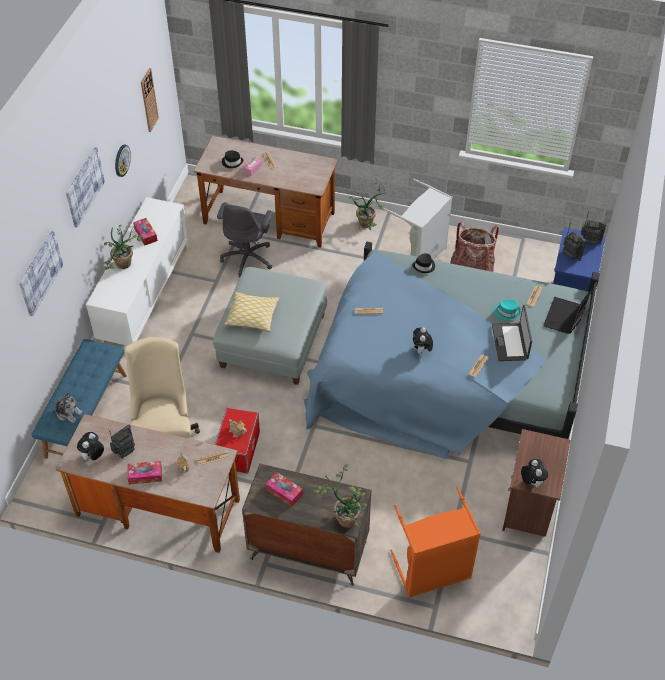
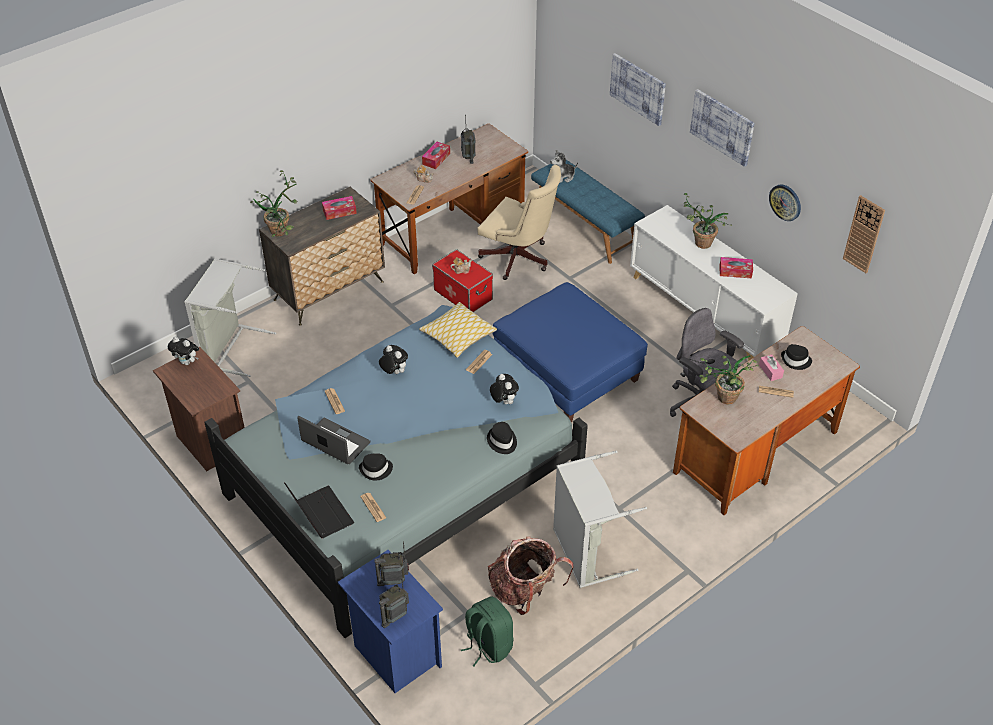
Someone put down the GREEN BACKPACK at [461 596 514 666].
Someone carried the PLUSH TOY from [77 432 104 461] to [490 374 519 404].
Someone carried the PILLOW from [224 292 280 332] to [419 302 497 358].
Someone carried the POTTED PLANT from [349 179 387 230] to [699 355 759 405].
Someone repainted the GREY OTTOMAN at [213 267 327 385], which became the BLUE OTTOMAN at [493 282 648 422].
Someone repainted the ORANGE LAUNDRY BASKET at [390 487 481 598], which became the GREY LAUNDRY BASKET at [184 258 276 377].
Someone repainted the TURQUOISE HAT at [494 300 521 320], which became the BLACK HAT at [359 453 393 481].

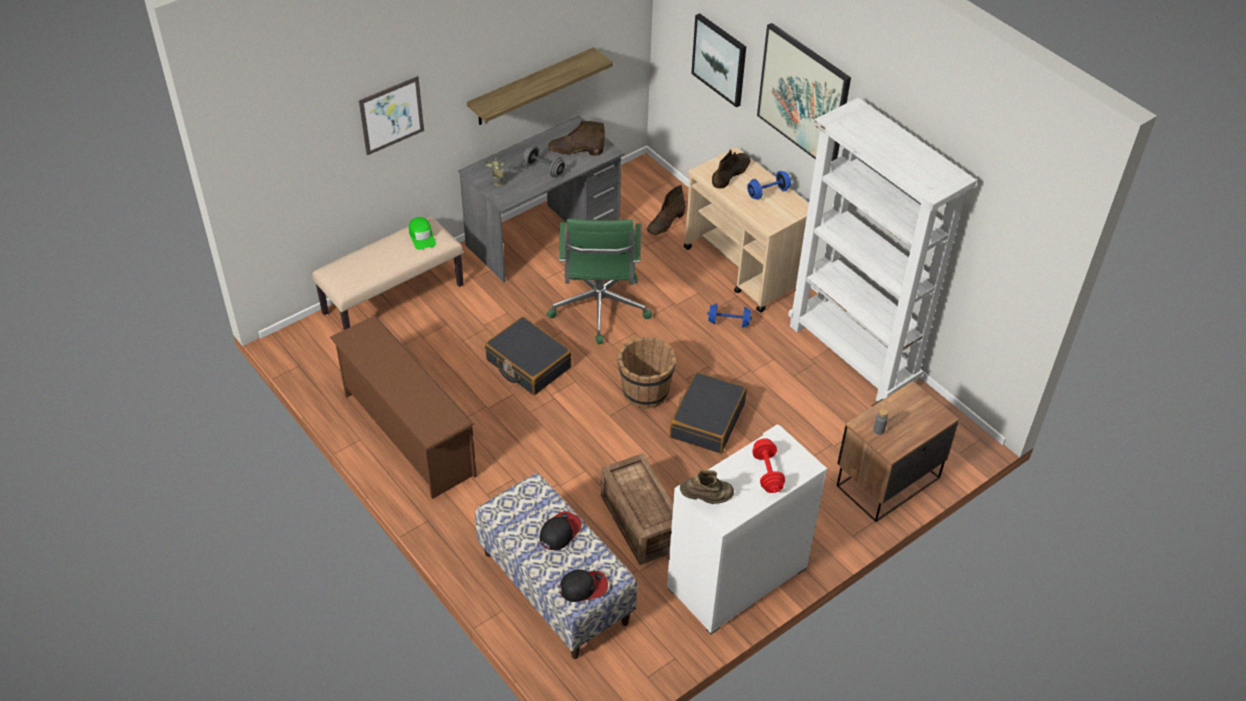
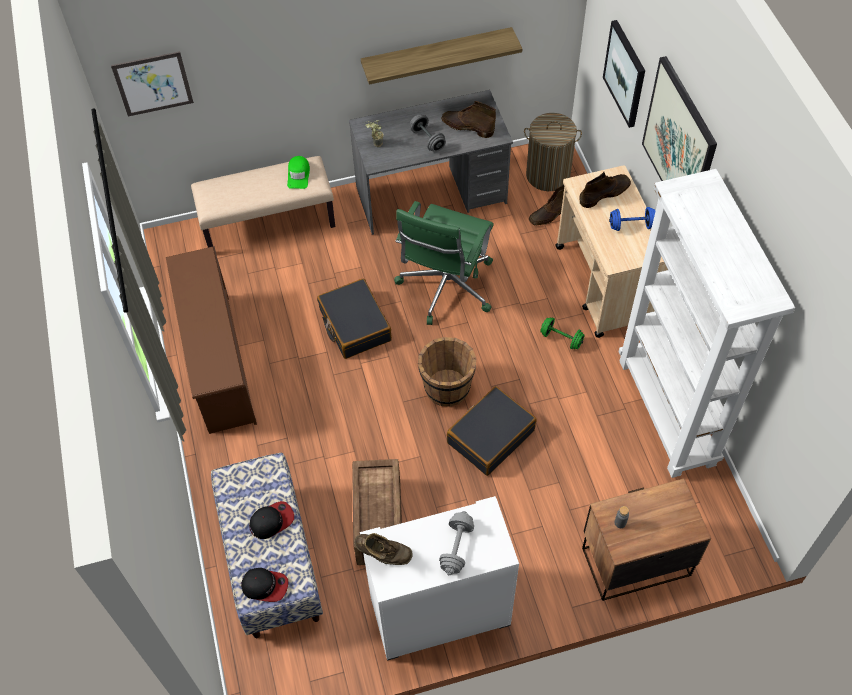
Someone put down the LAUNDRY BASKET at [524 113 582 191].
Someone carried the PICTURE from [359 76 424 155] to [111 51 194 117].
Someone repainted the BLUE DUMBBELL at [707 304 752 328], which became the GREEN DUMBBELL at [540 317 584 349].
Someone repainted the RED DUMBBELL at [752 438 785 493], which became the GREY DUMBBELL at [439 511 474 575].

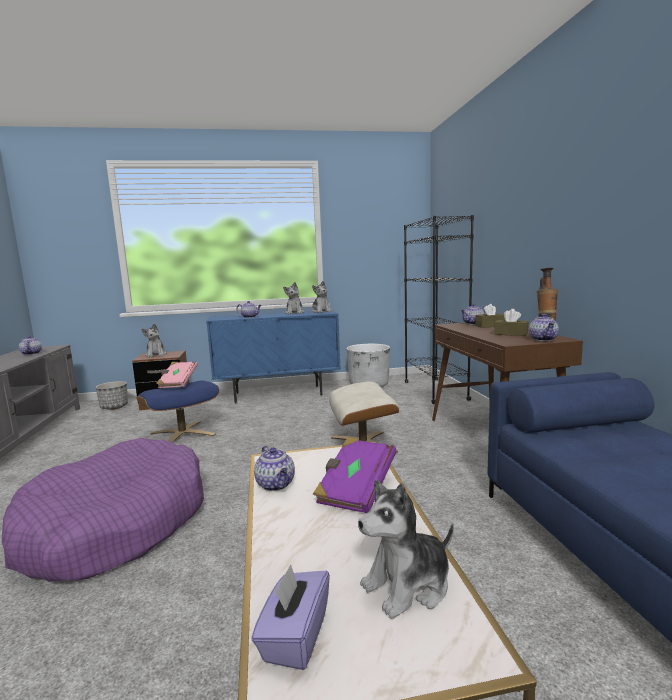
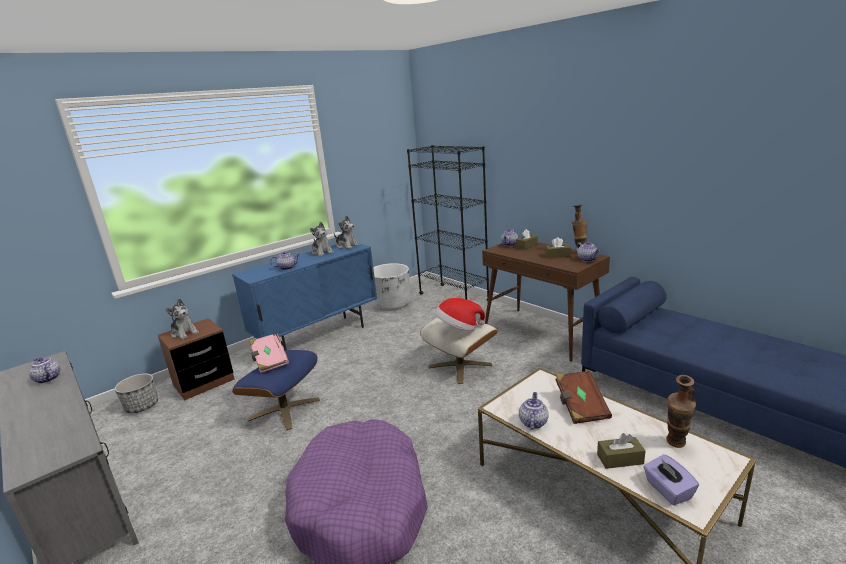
Someone put down the HAT at [435 298 485 331].
Someone put down the BROWN TISSUE BOX at [597 433 645 469].
Someone swapped the PLUSH TOY at [358 480 454 619] for the VASE at [666 375 696 448].
Someone repainted the PURPLE BOOK at [313 437 396 513], which became the BROWN BOOK at [555 371 612 424].
Someone rotated the TEAPOT at [254 446 295 491] by 105 degrees counterclockwise.

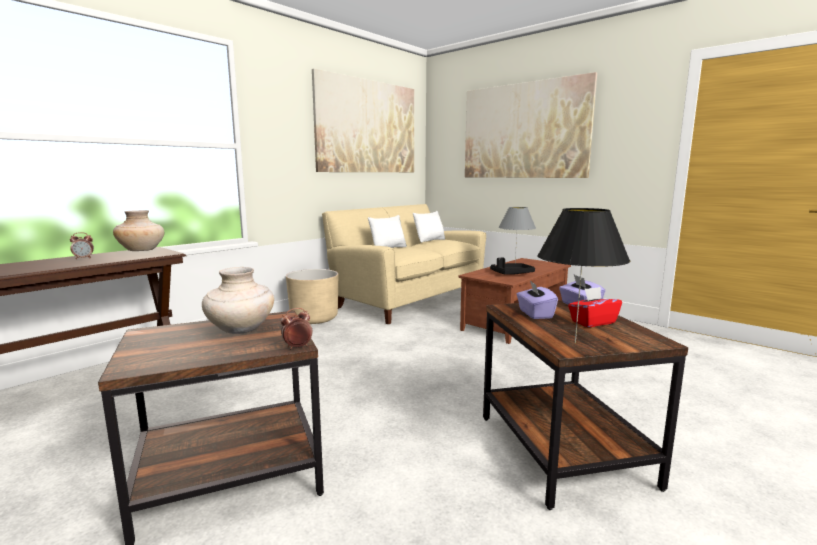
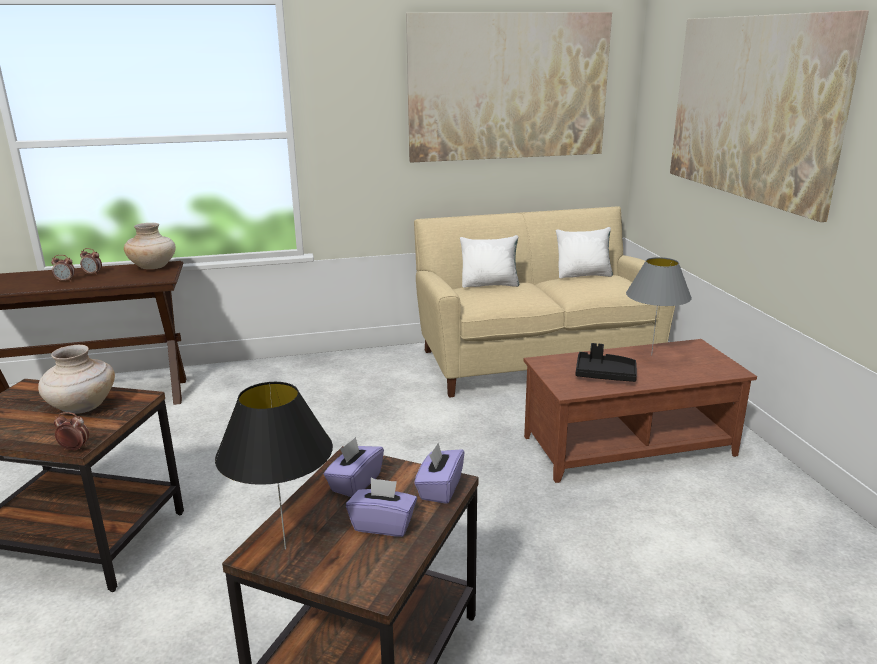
Someone took away the BEIGE PLANTER at [286 269 338 324].
Someone put down the ALARM CLOCK at [51 255 75 282].
Someone repainted the RED TISSUE BOX at [568 287 622 327], which became the PURPLE TISSUE BOX at [346 478 417 537].

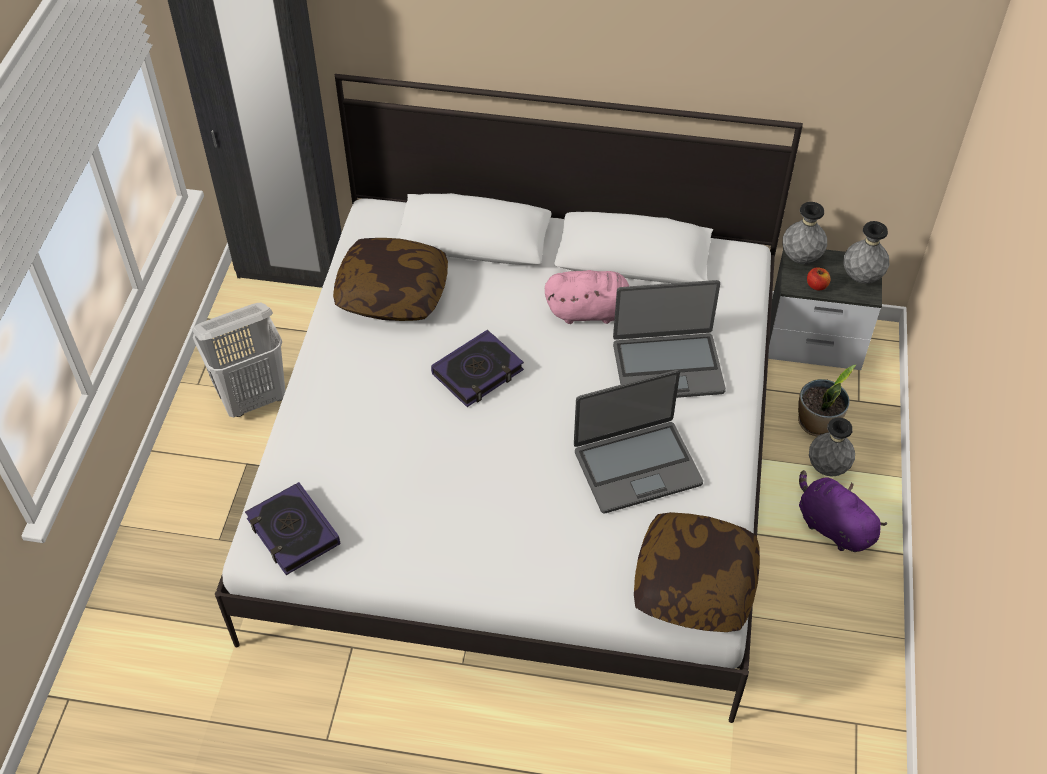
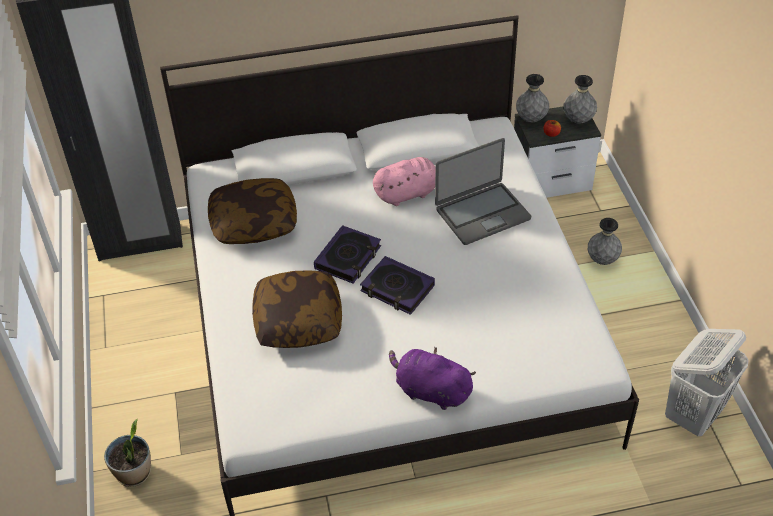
Someone took away the LAPTOP at [574 370 703 514].
Someone carried the WHITE LAUNDRY BASKET from [192 303 285 417] to [665 329 748 436].
Someone carried the BOOK from [245 482 341 575] to [360 256 435 315].
Someone carried the PILLOW from [634 512 760 632] to [252 270 342 348].
Someone carried the POTTED PLANT from [798 365 856 437] to [104 419 151 487].
Someone carried the PURPLE PLUSH TOY from [799 470 887 552] to [389 346 476 410].

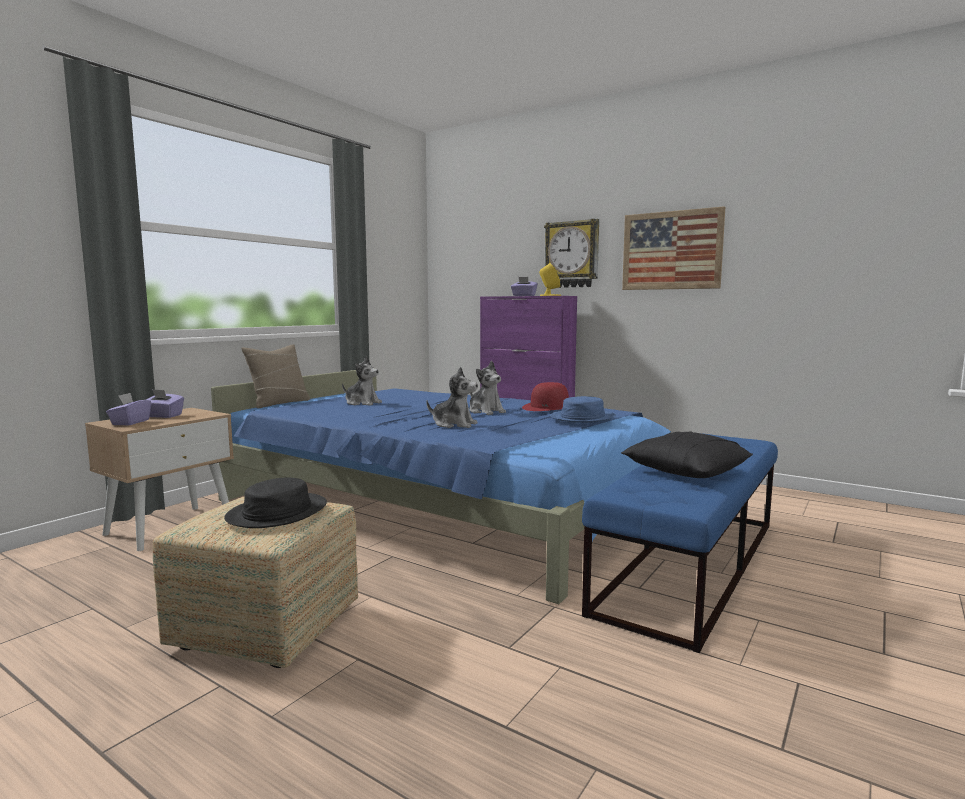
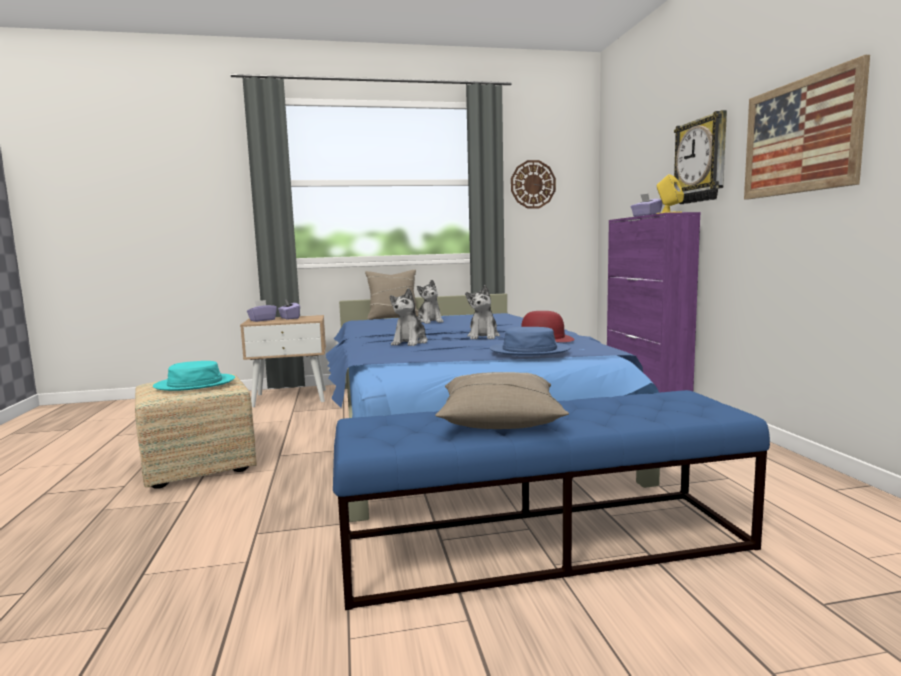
Someone put up the WALL CLOCK at [511 160 556 209].
Someone repainted the BLACK HAT at [224 478 327 528], which became the TURQUOISE HAT at [153 361 235 391].
Someone repainted the BLACK PILLOW at [621 432 753 478], which became the BEIGE PILLOW at [435 372 569 429].
Someone rotated the PLUSH TOY at [426 367 478 428] by 45 degrees clockwise.

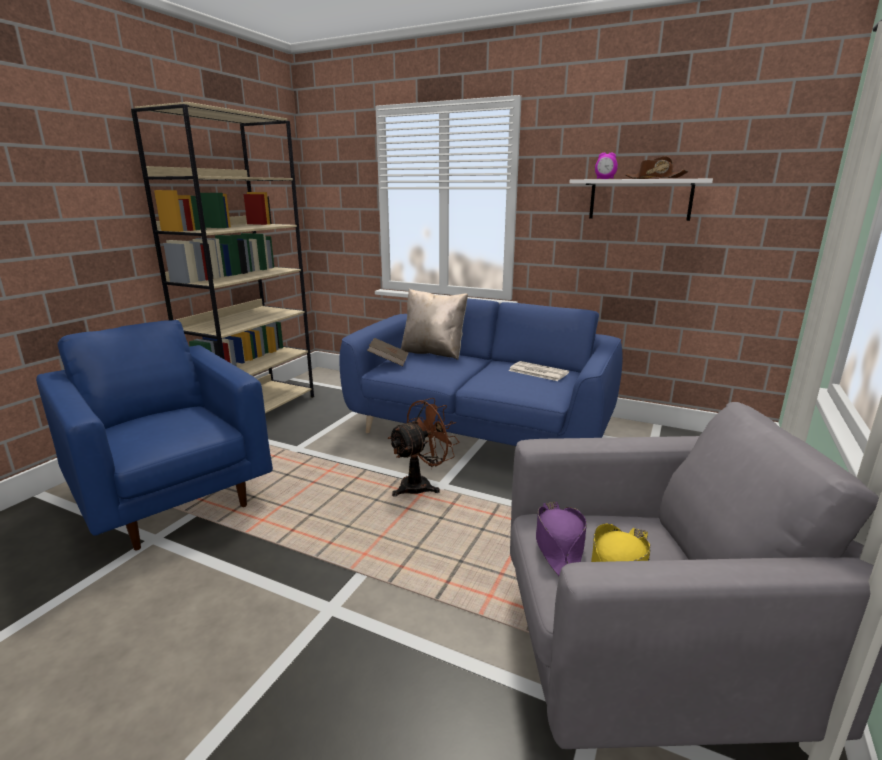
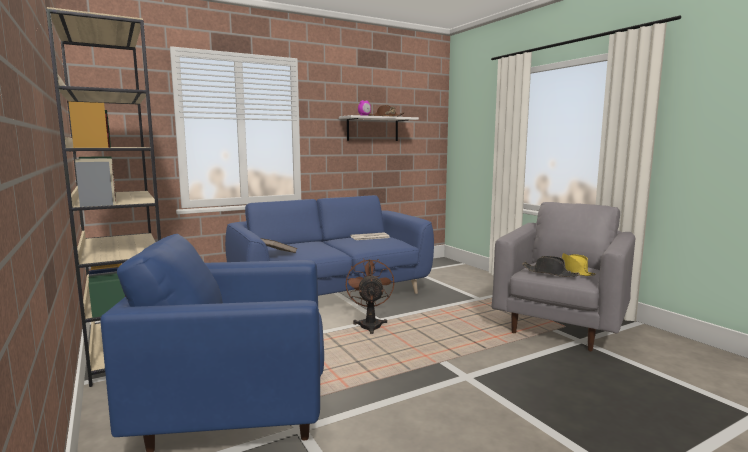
Someone took away the BEIGE PILLOW at [401 289 468 360].
Someone repainted the PURPLE HAT at [536 502 587 576], which became the BLACK HAT at [522 256 580 277].

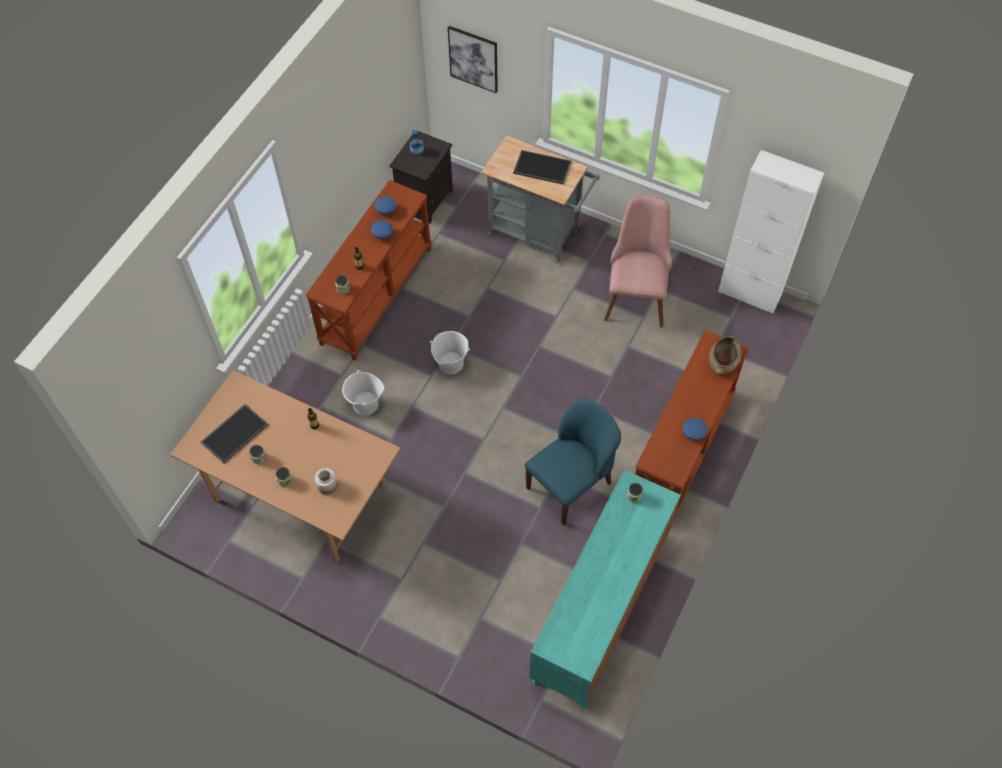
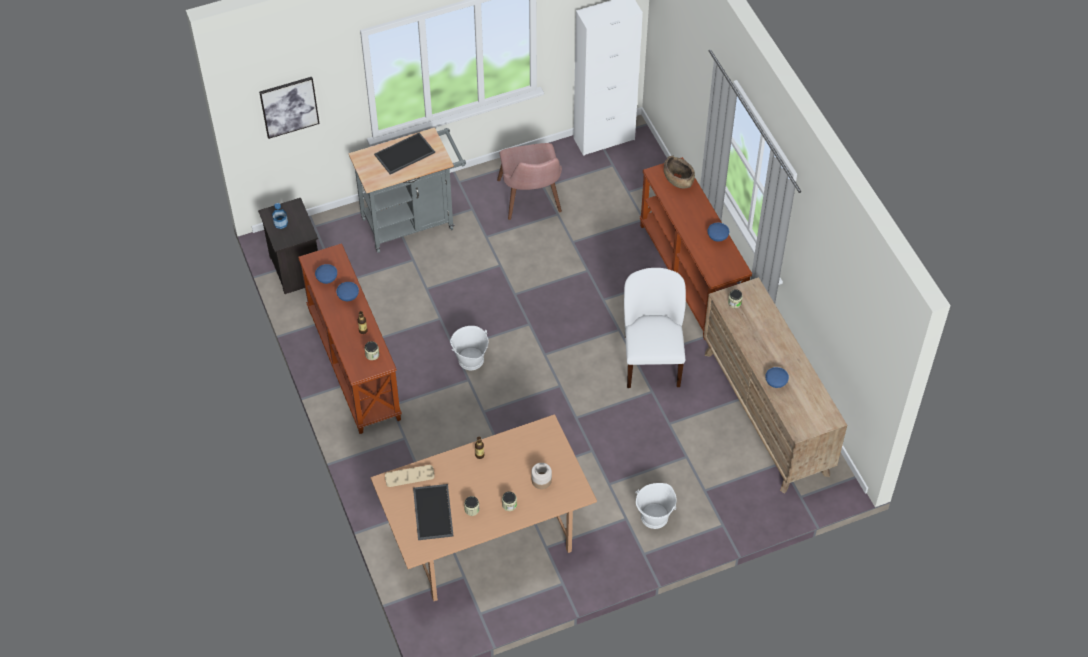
Someone put down the BEIGE TRAY at [385 465 435 487].
Someone put down the BLUE BOWL at [765 367 789 388].
Someone carried the WHITE BUCKET from [342 370 384 415] to [635 483 677 529].
Someone repainted the BLUE CHAIR at [524 398 621 525], which became the WHITE CHAIR at [624 268 686 388].
Someone repainted the TURQUOISE DRESSER at [529 470 681 709], which became the BROWN DRESSER at [703 277 847 493].
Someone rotated the PINK CHAIR at [604 195 672 328] by 150 degrees counterclockwise.

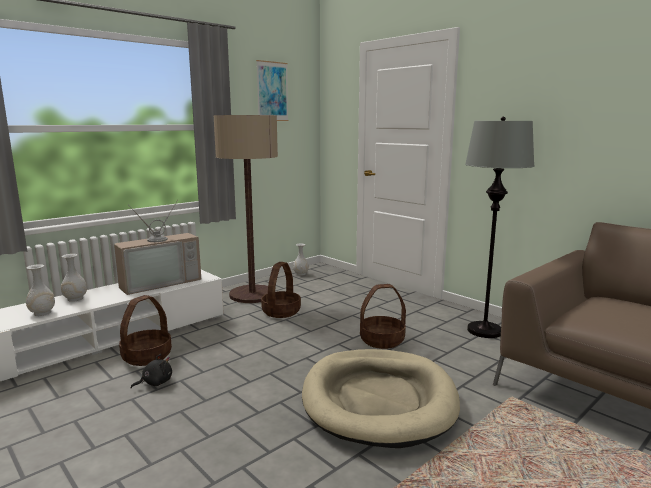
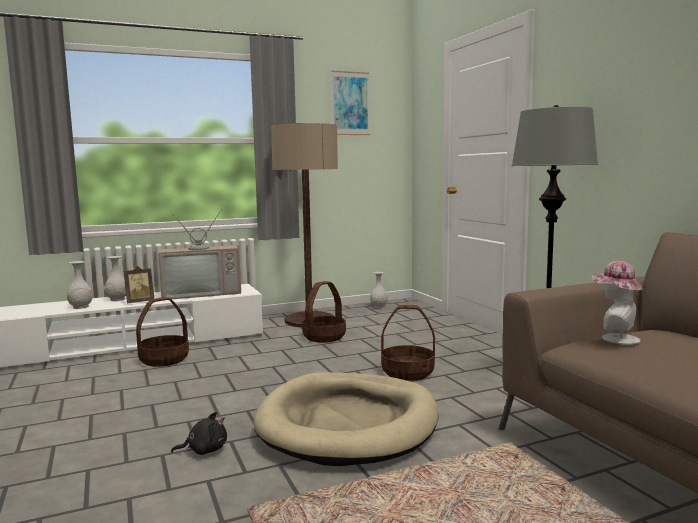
Someone put down the PICTURE FRAME at [124 266 154 303].
Someone put down the HAT at [592 261 642 345].
Someone carried the BLACK PLUSH TOY from [131 354 172 389] to [171 412 227 455].

